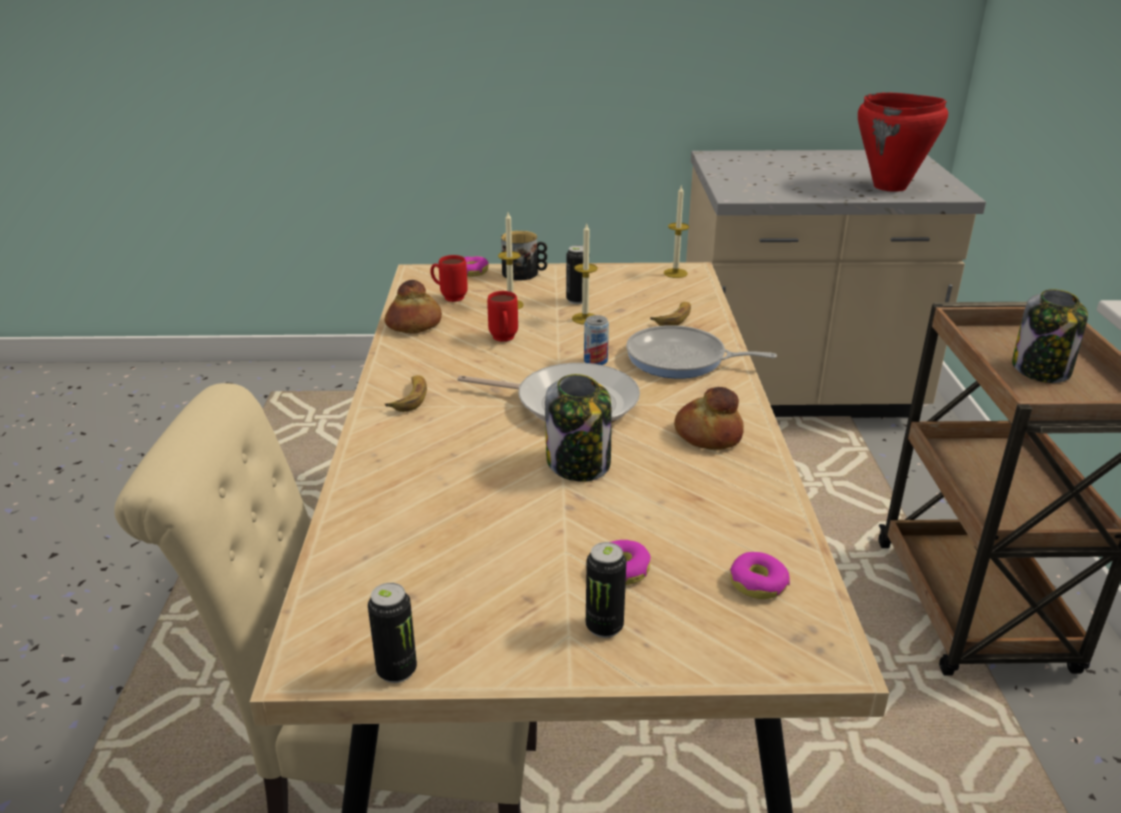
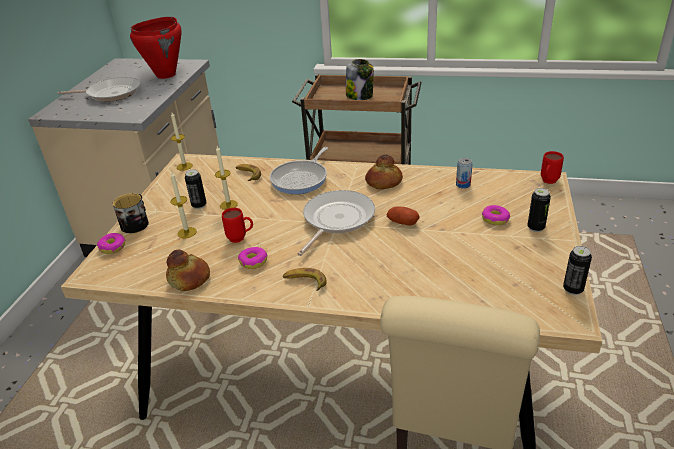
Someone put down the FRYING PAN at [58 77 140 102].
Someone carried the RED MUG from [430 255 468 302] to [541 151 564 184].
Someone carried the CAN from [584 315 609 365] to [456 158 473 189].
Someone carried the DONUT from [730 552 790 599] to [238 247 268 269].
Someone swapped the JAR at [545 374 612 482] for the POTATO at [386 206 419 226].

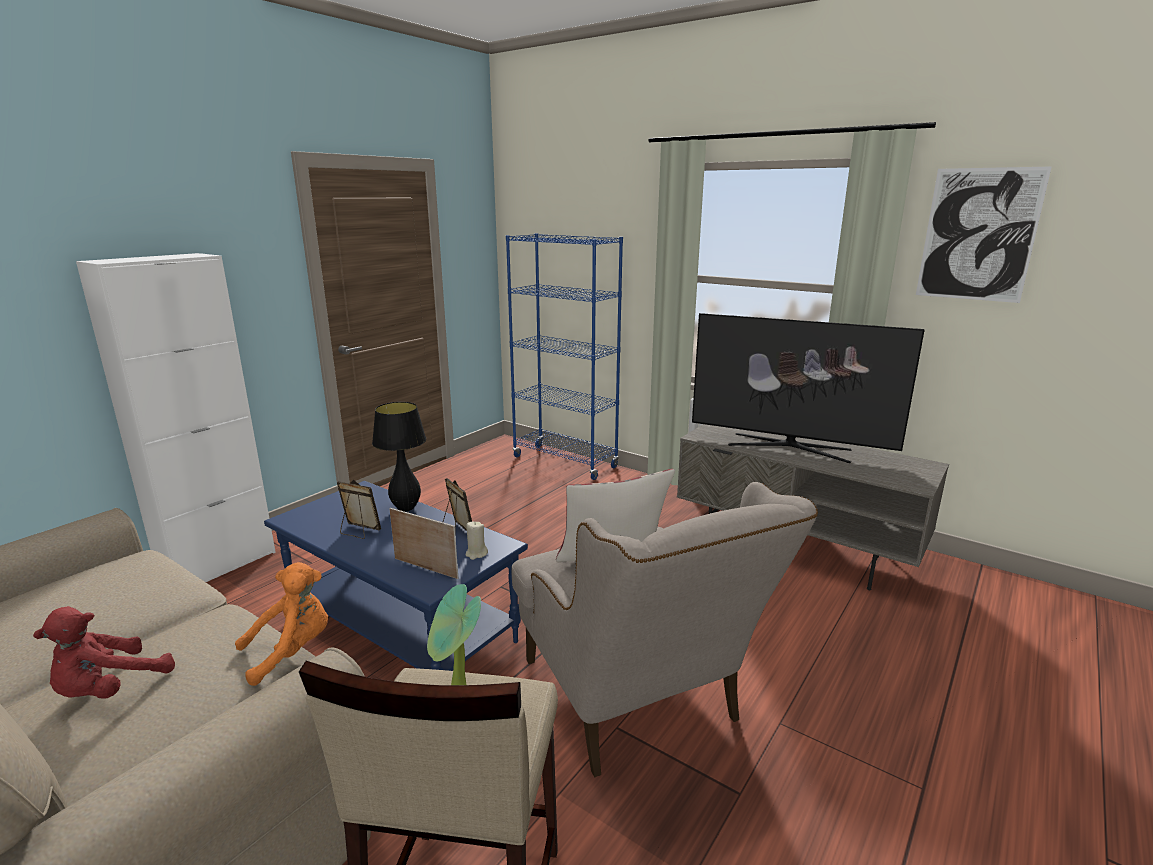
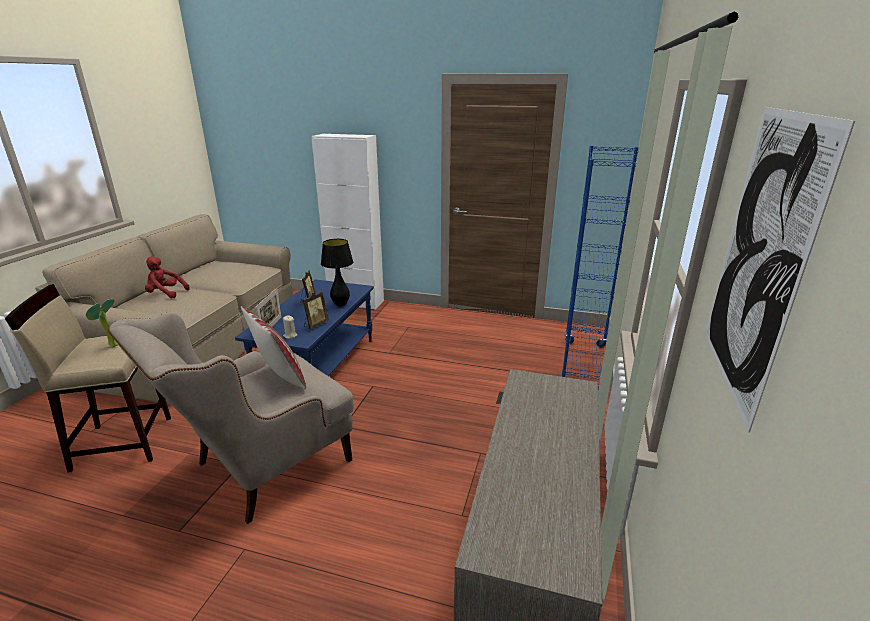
Someone took away the ORANGE PLUSH TOY at [235 562 328 686].
Someone took away the TELEVISION at [692 313 925 463].

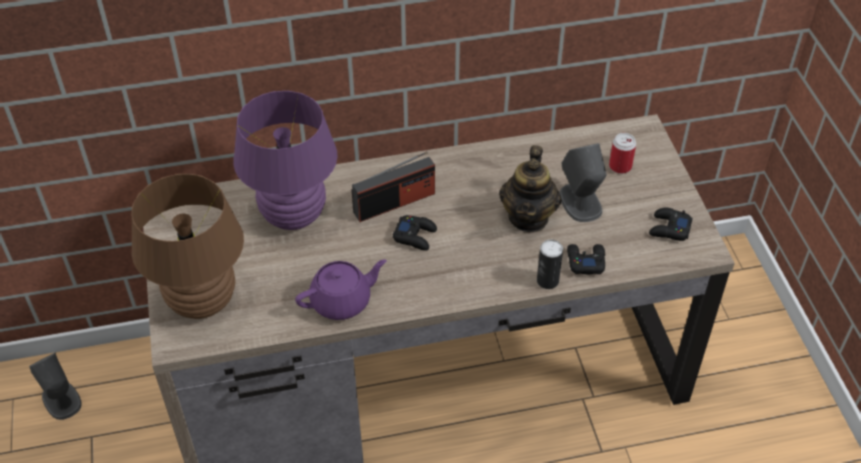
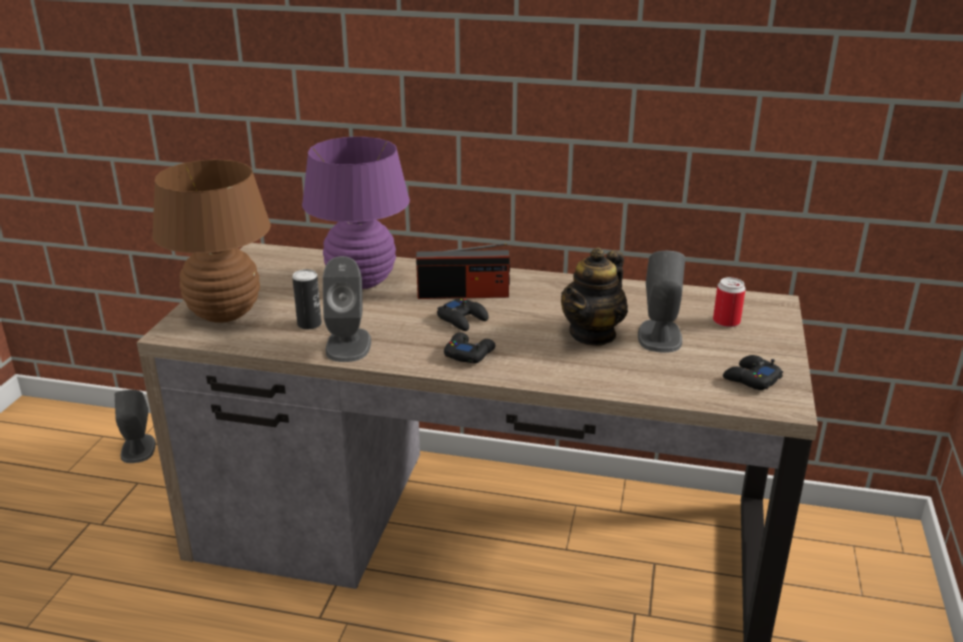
Someone carried the CAN from [537 240 563 289] to [292 269 322 329].
Someone carried the BLACK GAME CONTROLLER from [567 244 605 275] to [444 332 496 364].
Someone swapped the PURPLE TEAPOT at [295 259 387 320] for the GREY SPEAKER at [323 256 371 362].

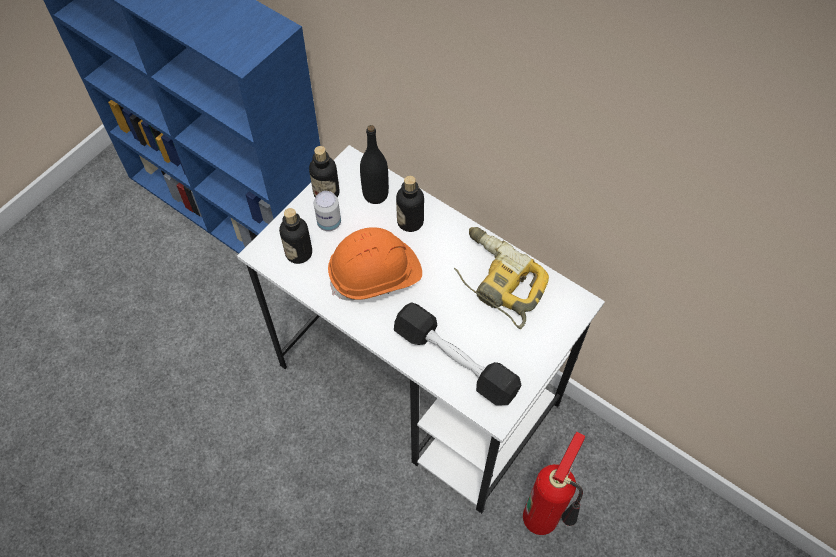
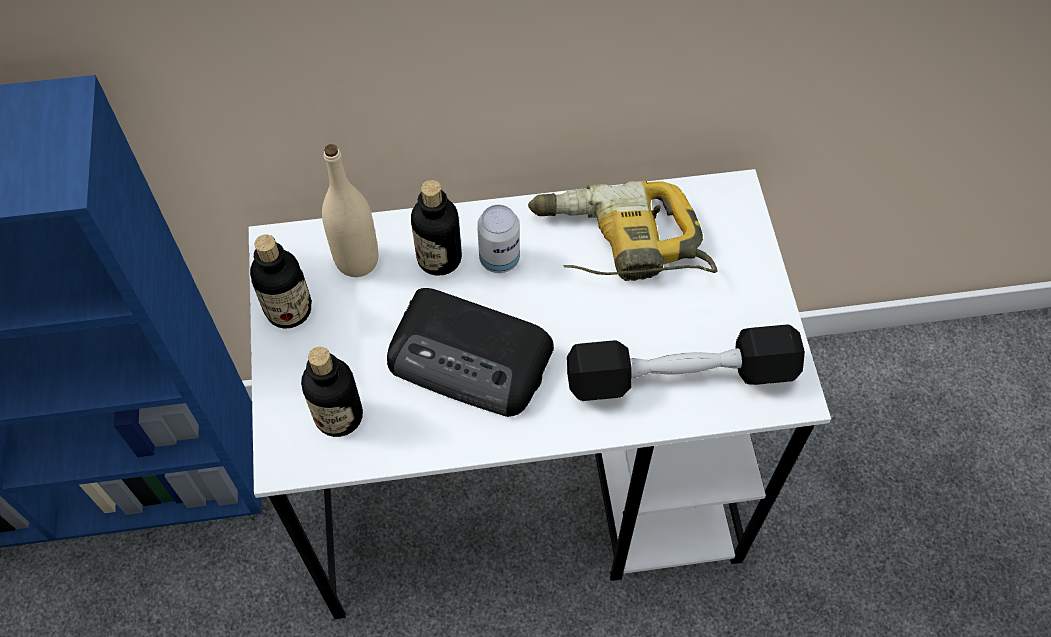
Someone took away the FIRE EXTINGUISHER at [523 432 585 535].
Someone carried the CAN from [314 191 341 231] to [477 205 520 273].
Someone swapped the ORANGE HARD HAT at [328 227 422 301] for the RADIO at [387 288 554 417].
Someone repainted the BLACK BOTTLE at [360 125 389 204], which became the BEIGE BOTTLE at [322 144 378 277].

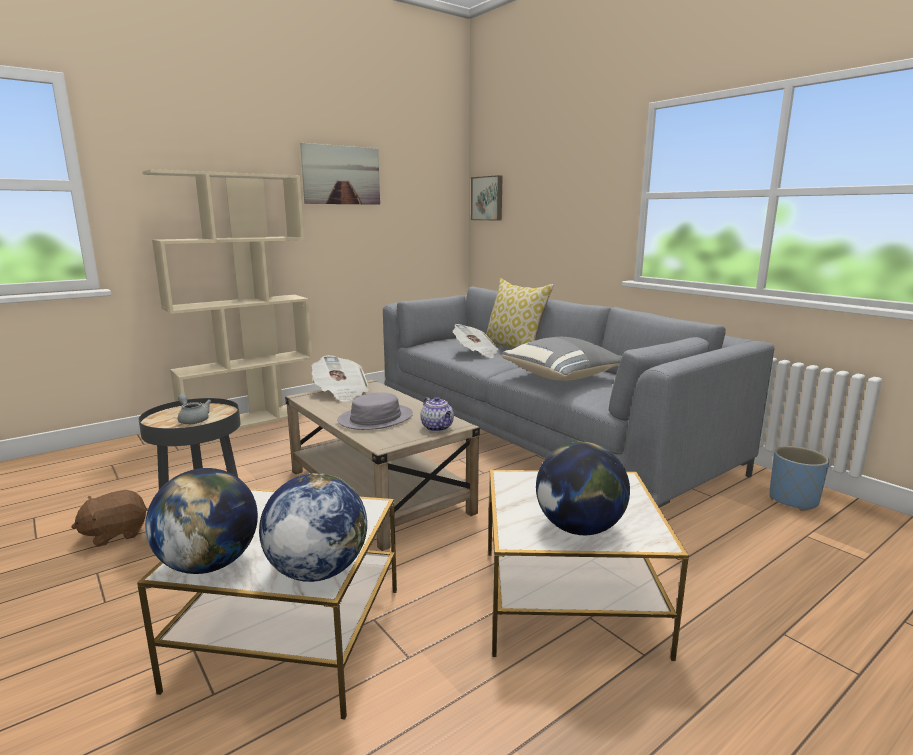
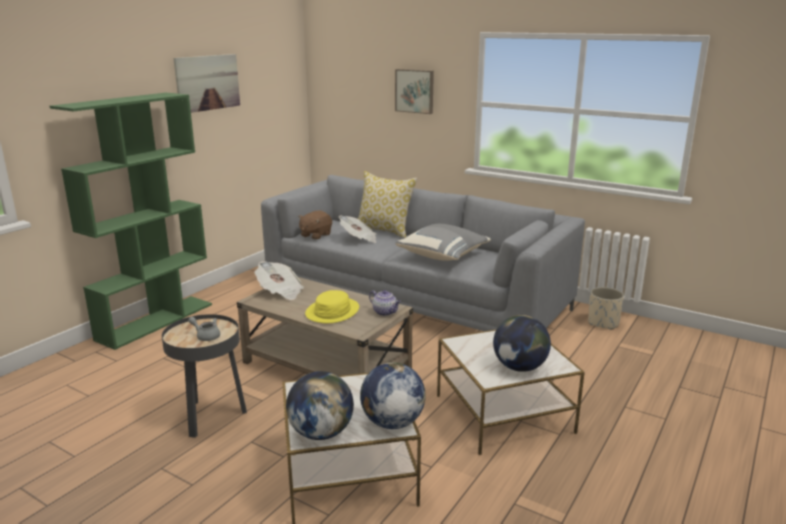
Someone carried the BROWN PLUSH TOY from [71 490 148 547] to [298 211 332 240].
Someone carried the PICTURE from [471 175 503 220] to [395 69 434 114].
Someone repainted the BEIGE BOOKCASE at [142 169 313 429], which became the GREEN BOOKCASE at [50 93 212 350].
Someone repainted the GREY HAT at [337 392 413 430], which became the YELLOW HAT at [305 290 359 323].
Someone repainted the BLUE PLANTER at [769 446 829 511], which became the BEIGE PLANTER at [588 287 624 330].

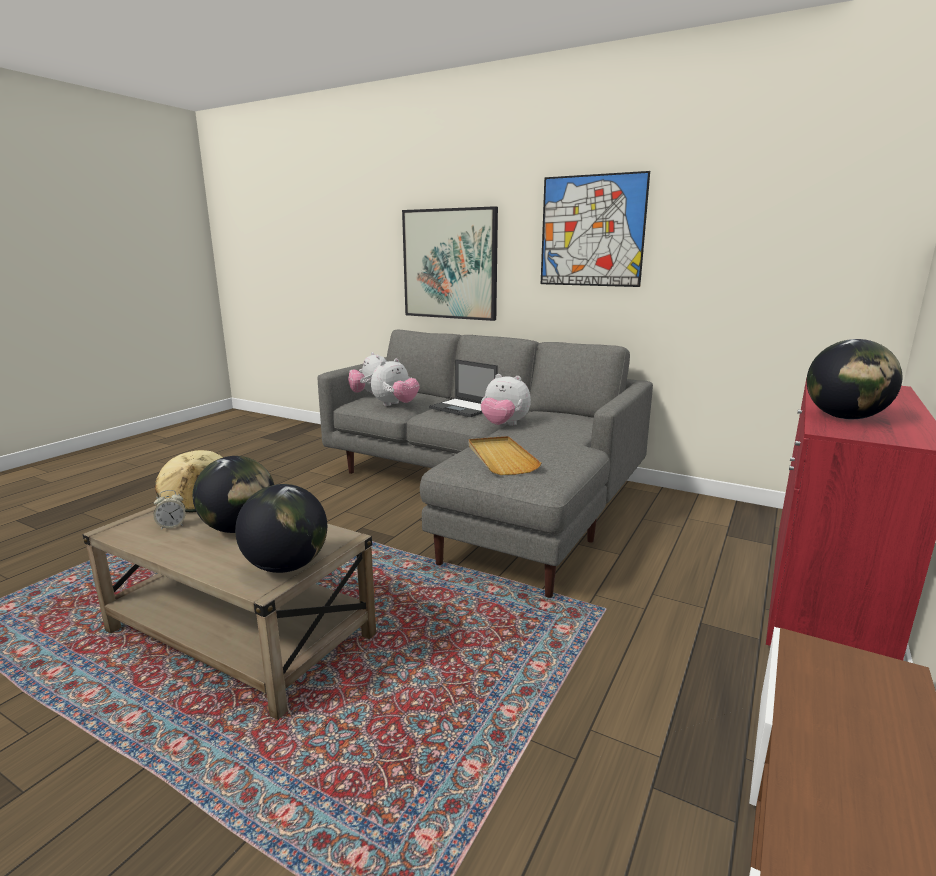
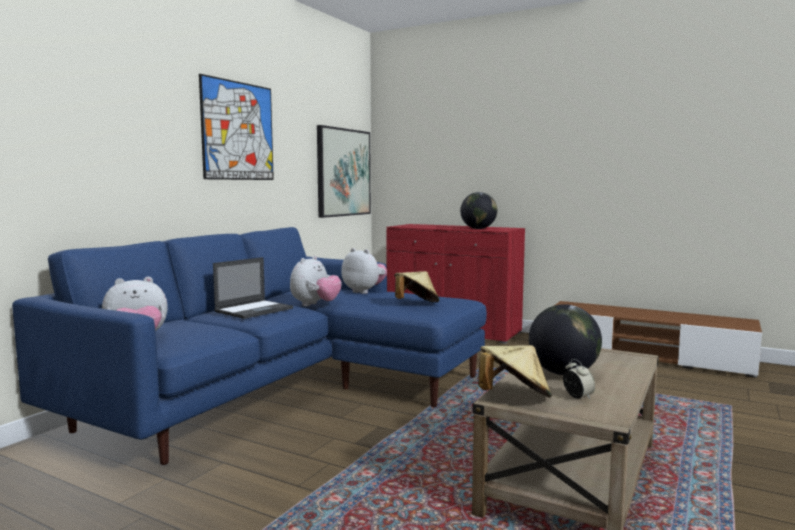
Someone took away the GLOBE at [235 484 327 573].
Someone carried the PLUSH TOY from [371 358 420 406] to [342 248 387 294].
Someone carried the PICTURE from [402 206 498 321] to [317 125 371 218].
Someone swapped the BEIGE TRAY at [469 436 542 475] for the BEIGE HAT at [394 271 439 302].
Someone repainted the GREY SOFA at [318 330 653 598], which became the BLUE SOFA at [12 227 487 465].

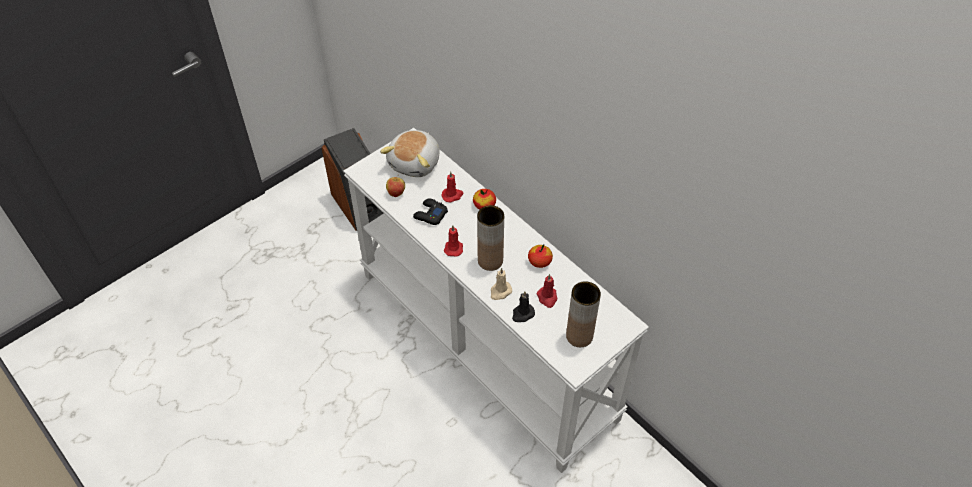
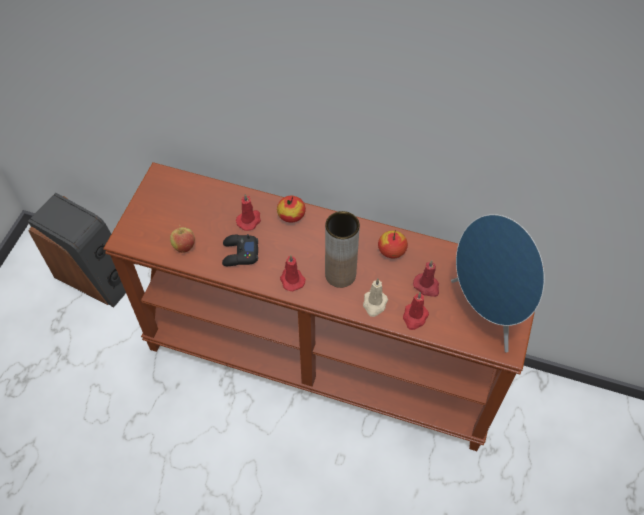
Someone took away the PLUSH TOY at [380 130 440 177].
Someone swapped the BROWN VASE at [566 281 601 347] for the BLUE SPEAKER at [451 214 545 353].
Someone repainted the WHITE CONSOLE TABLE at [343 128 649 473], which became the BROWN CONSOLE TABLE at [103 162 544 451].
Someone repainted the BLACK CANDLE at [512 291 535 322], which became the RED CANDLE at [403 292 429 330].

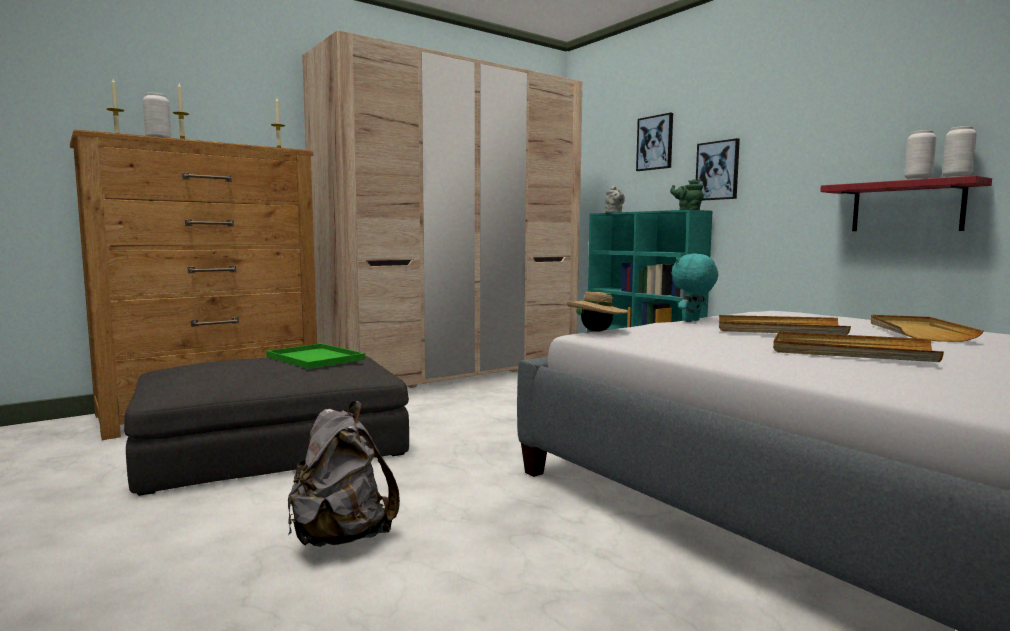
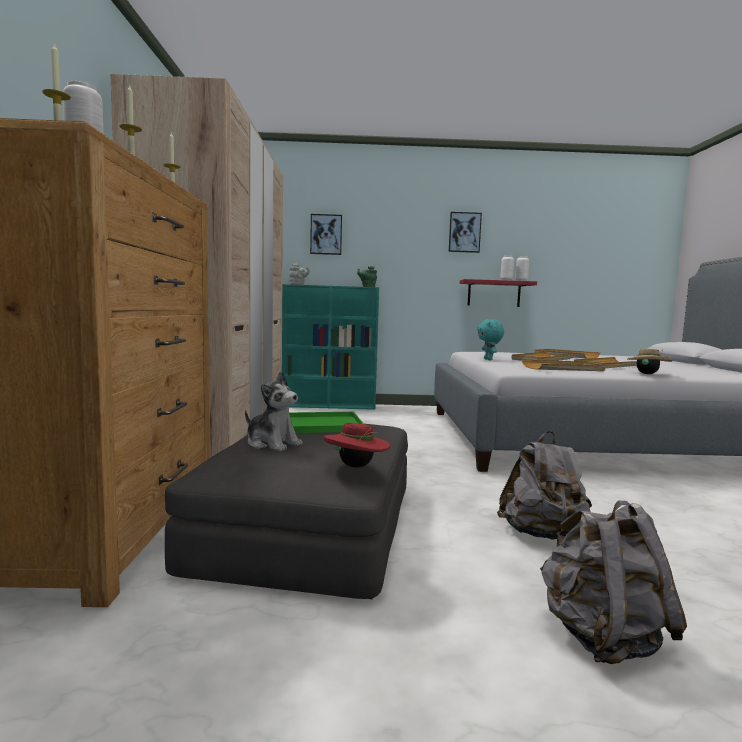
Someone put down the PLUSH TOY at [245 371 302 451].
Someone put down the RED HAT at [324 423 391 468].
Someone put down the BEIGE TRAY at [522 360 606 371].
Someone put down the GREY BACKPACK at [540 501 687 664].
Someone carried the BEIGE HAT from [567 291 628 332] to [627 349 672 374].
Someone carried the PICTURE from [696 138 740 201] to [449 212 482 253].

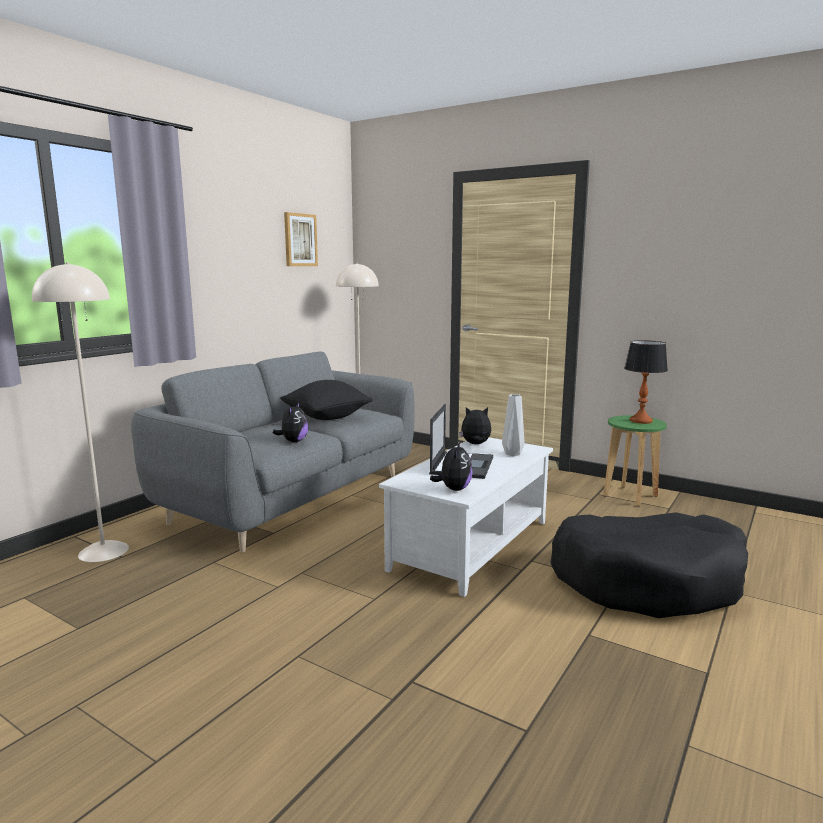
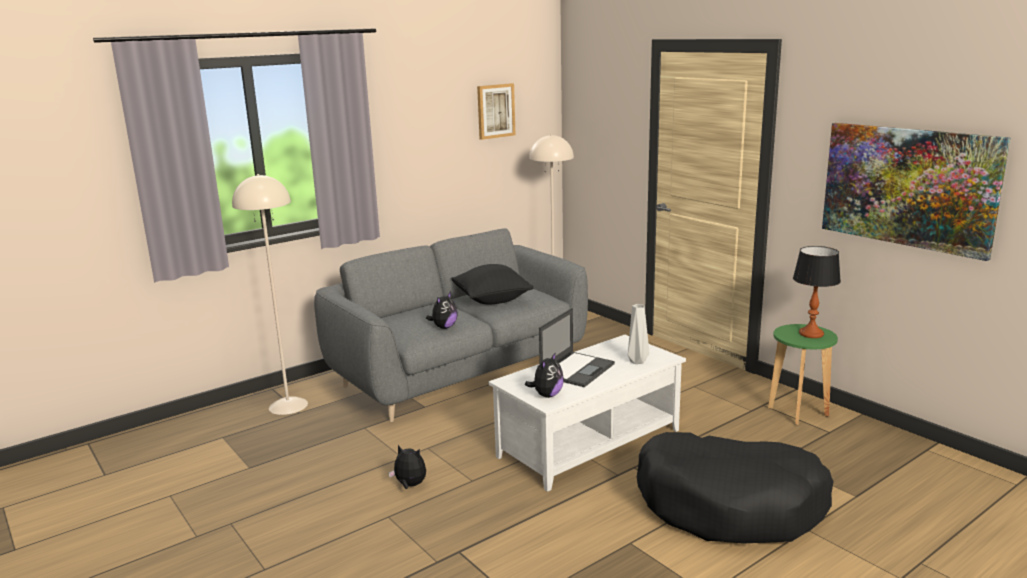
Someone put up the PICTURE at [822 123 1010 261].
Someone carried the PLUSH TOY from [459 407 491 444] to [388 445 426 489].

